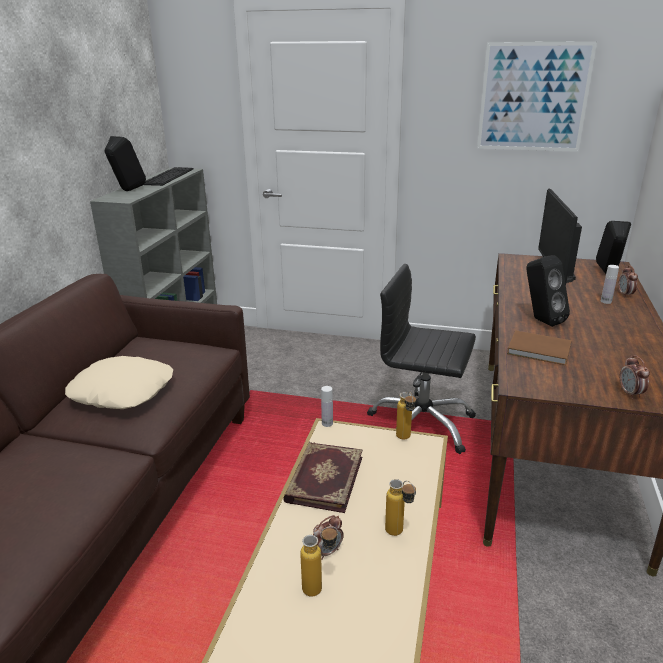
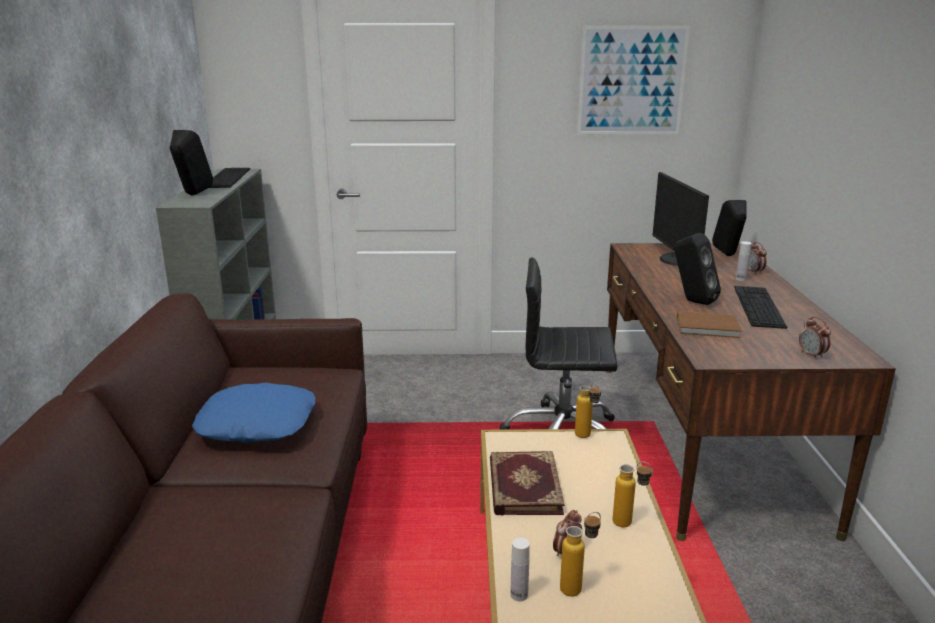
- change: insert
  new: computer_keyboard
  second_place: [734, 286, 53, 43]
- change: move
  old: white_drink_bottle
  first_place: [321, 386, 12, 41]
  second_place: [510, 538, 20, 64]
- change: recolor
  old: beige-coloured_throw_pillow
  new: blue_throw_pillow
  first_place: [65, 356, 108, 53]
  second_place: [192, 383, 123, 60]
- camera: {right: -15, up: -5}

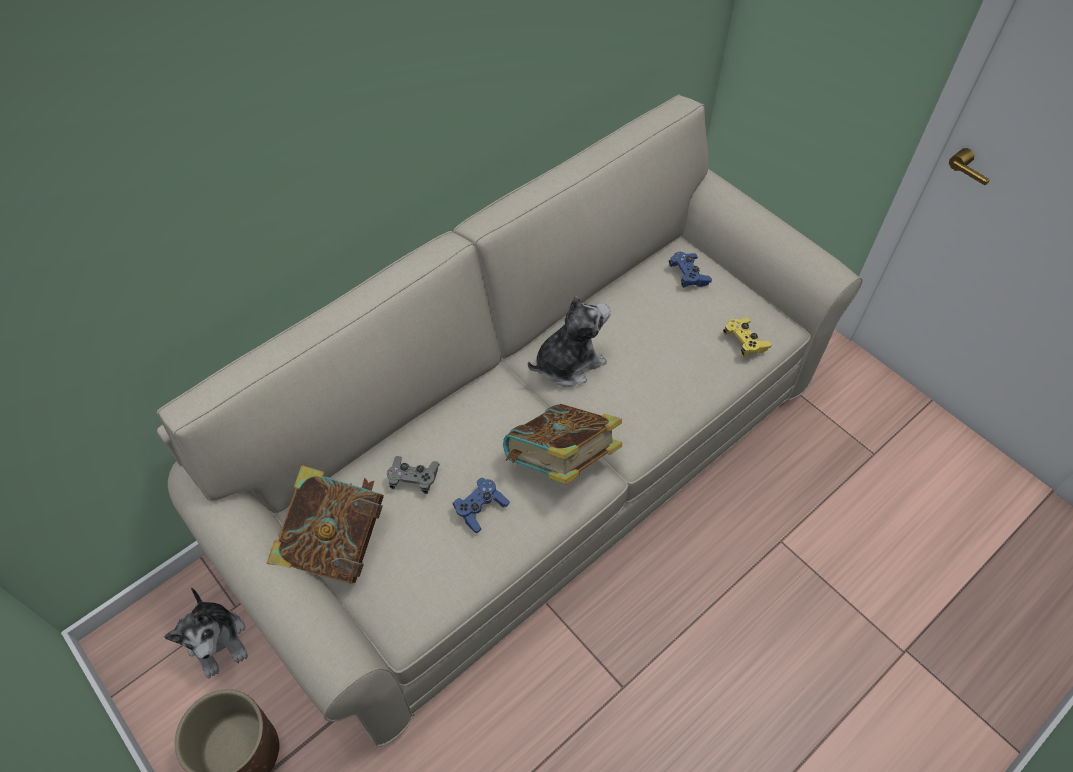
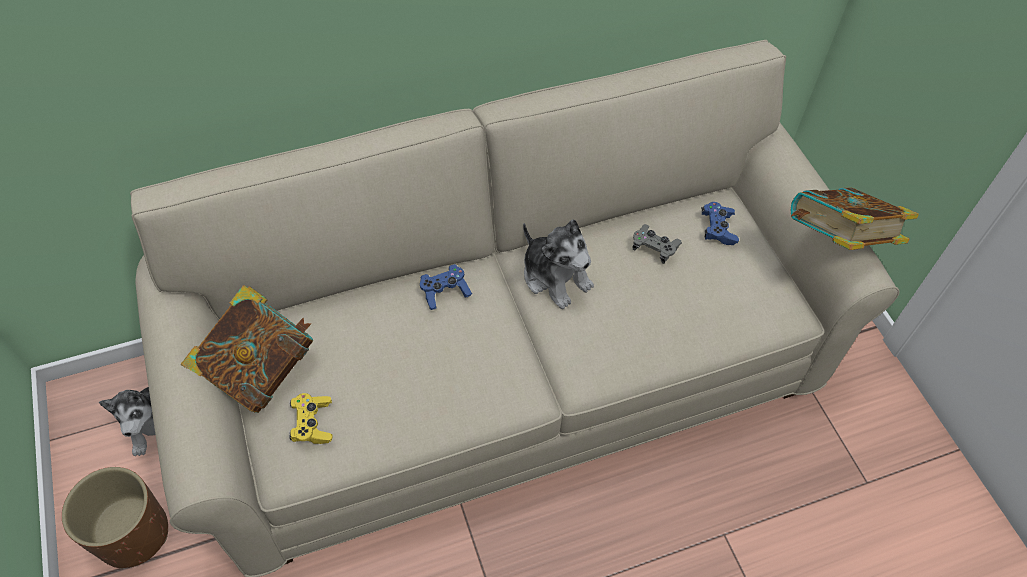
- change: move
  old: grey_gamepad
  first_place: [387, 456, 53, 38]
  second_place: [632, 224, 50, 40]
- change: move
  old: blue_gamepad
  first_place: [453, 478, 57, 55]
  second_place: [420, 264, 52, 46]
- change: move
  old: book
  first_place: [503, 404, 119, 80]
  second_place: [791, 187, 128, 63]
- change: move
  old: yellow-coloured_gamepad
  first_place: [723, 318, 48, 39]
  second_place: [290, 393, 42, 51]
- change: rotate
  old: soft_toy
  first_place: [528, 296, 83, 91]
  second_place: [523, 220, 71, 89]
  degrees: 60
- camera: {right: 20, up: 0}

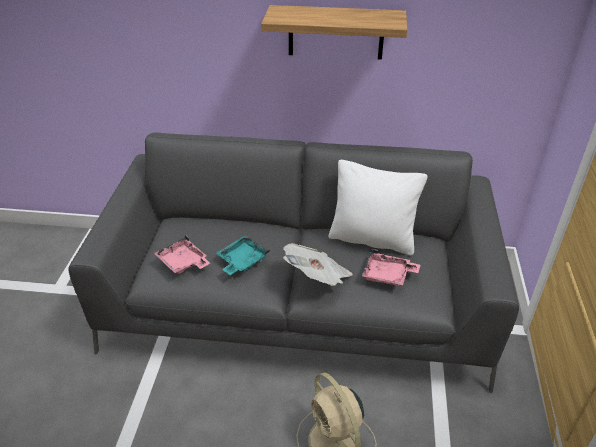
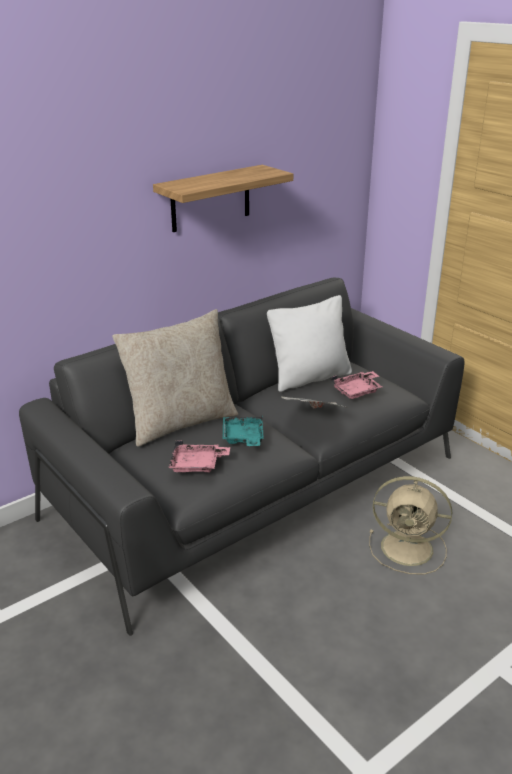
- change: insert
  new: beige-coloured_throw_pillow
  second_place: [112, 309, 126, 138]
- camera: {right: -45, up: -10}

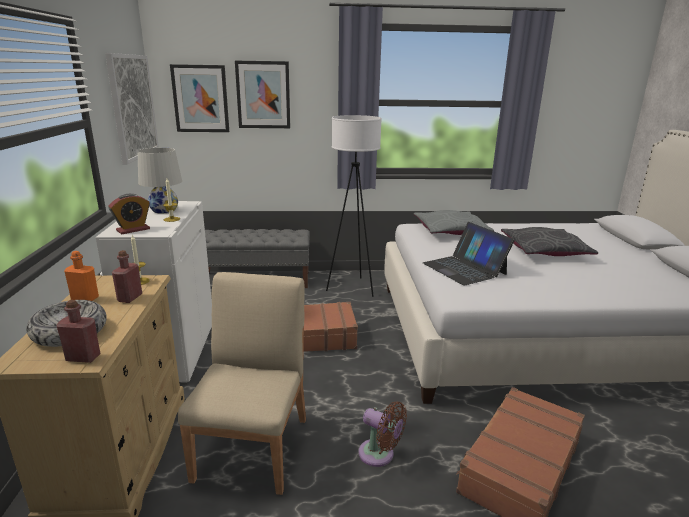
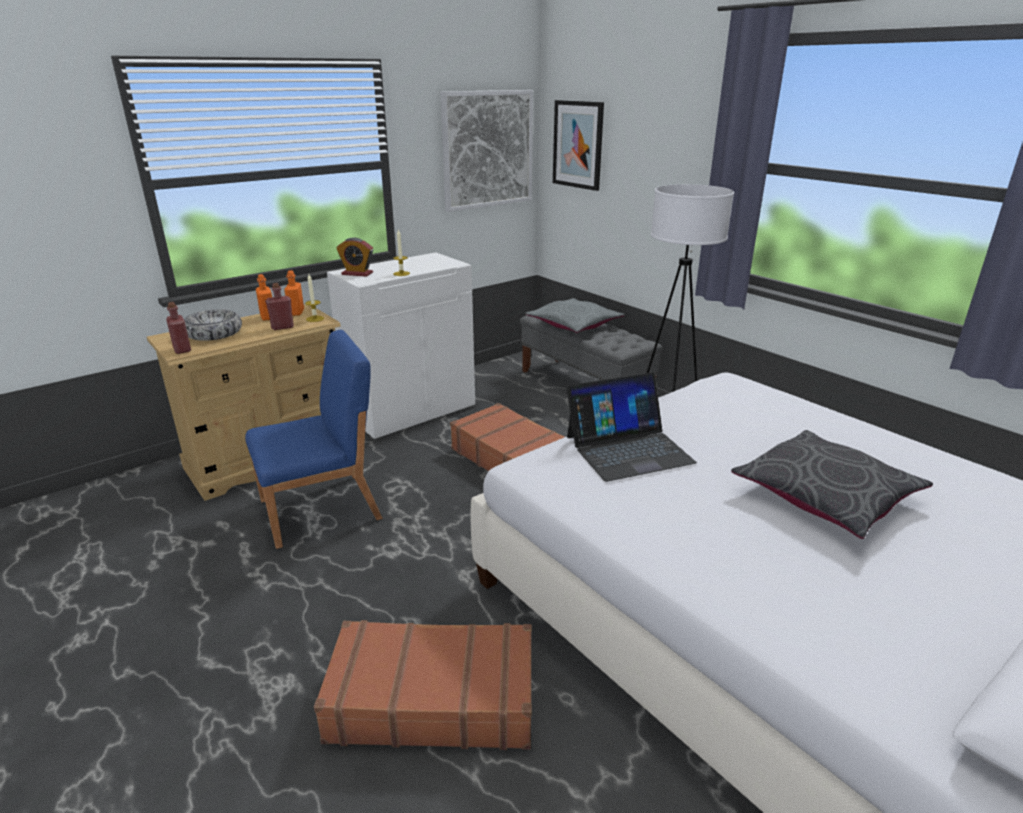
- change: delete
  old: white_table_lamp
  first_place: [138, 148, 44, 66]
- change: delete
  old: picture
  first_place: [235, 61, 55, 67]
- change: delete
  old: brown_fan
  first_place: [358, 401, 49, 66]
- change: insert
  new: orange-coloured_drink_bottle
  second_place: [284, 270, 20, 46]
- change: move
  old: grey_throw_pillow
  first_place: [414, 210, 80, 25]
  second_place: [525, 298, 100, 35]
- change: recolor
  old: beige-coloured_chair
  new: blue_chair
  first_place: [178, 272, 128, 223]
  second_place: [245, 330, 137, 219]
- change: rotate
  old: portable_computer
  first_place: [423, 222, 92, 64]
  second_place: [567, 372, 130, 110]
  degrees: -135
- camera: {right: 55, up: 5}

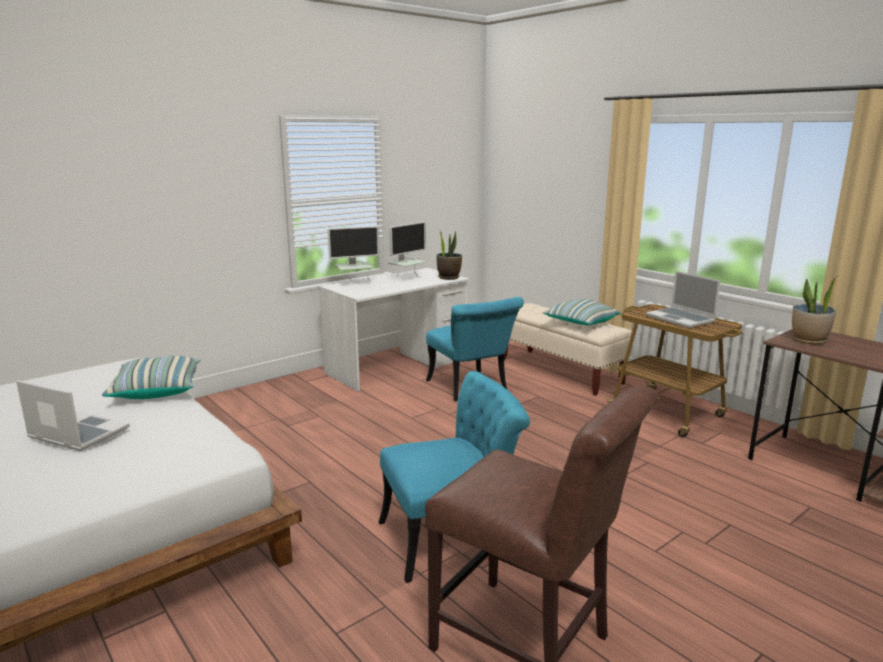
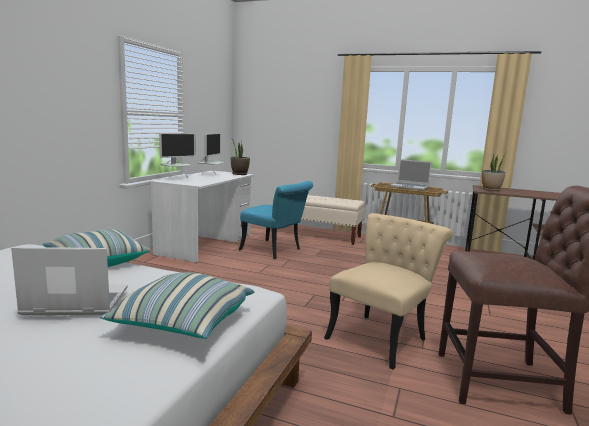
- change: move
  old: throw_pillow
  first_place: [542, 299, 79, 26]
  second_place: [100, 273, 154, 66]
- change: recolor
  old: turquoise_chair
  new: beige-coloured_chair
  first_place: [378, 371, 152, 212]
  second_place: [324, 213, 129, 157]
- camera: {right: -30, up: -5}

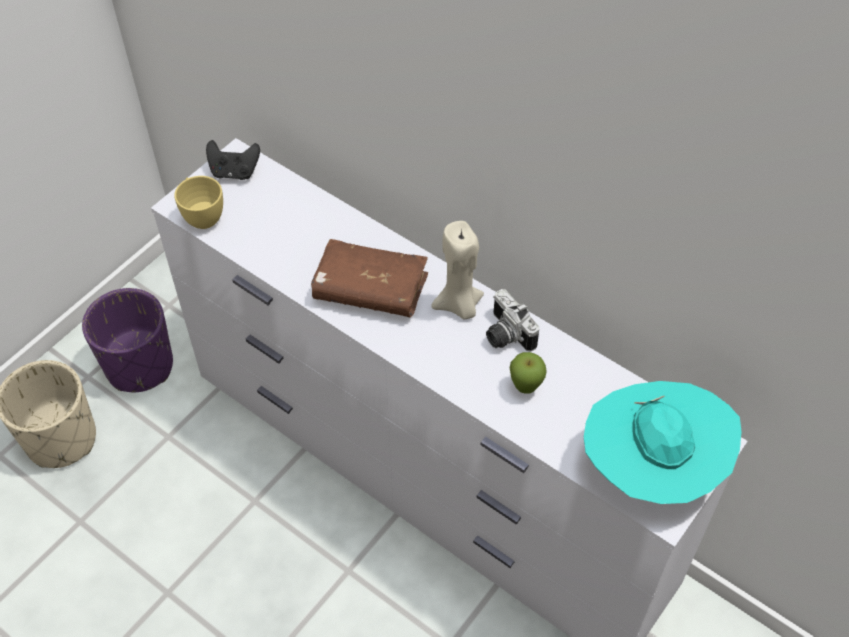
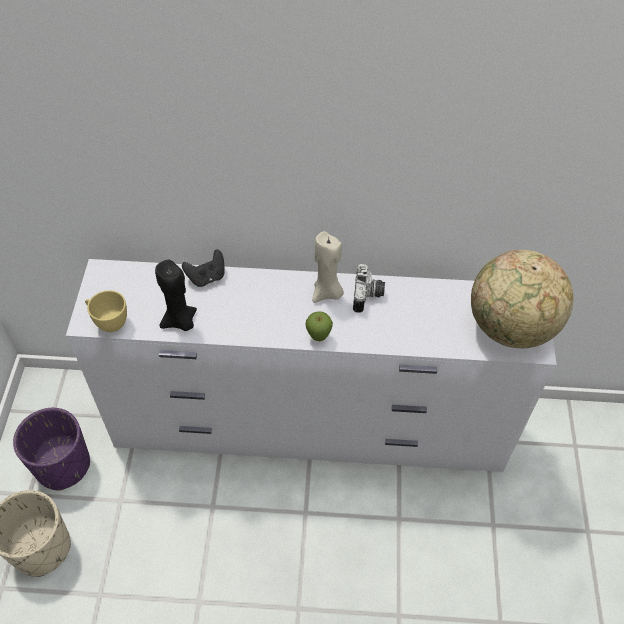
- change: delete
  old: brown_book
  first_place: [311, 239, 117, 78]
- change: insert
  new: black_candle
  second_place: [155, 260, 42, 71]
- change: move
  old: black_gamepad
  first_place: [206, 140, 54, 40]
  second_place: [182, 249, 43, 38]
- change: move
  old: apple_fruit
  first_place: [510, 352, 37, 42]
  second_place: [305, 311, 28, 30]
- change: replace
  old: turquoise_wearable_hat
  new: globe
  first_place: [584, 381, 158, 123]
  second_place: [471, 250, 103, 98]
- change: rotate
  old: still_camera
  first_place: [486, 289, 54, 62]
  second_place: [353, 264, 32, 49]
  degrees: -105
- camera: {right: -35, up: 0}

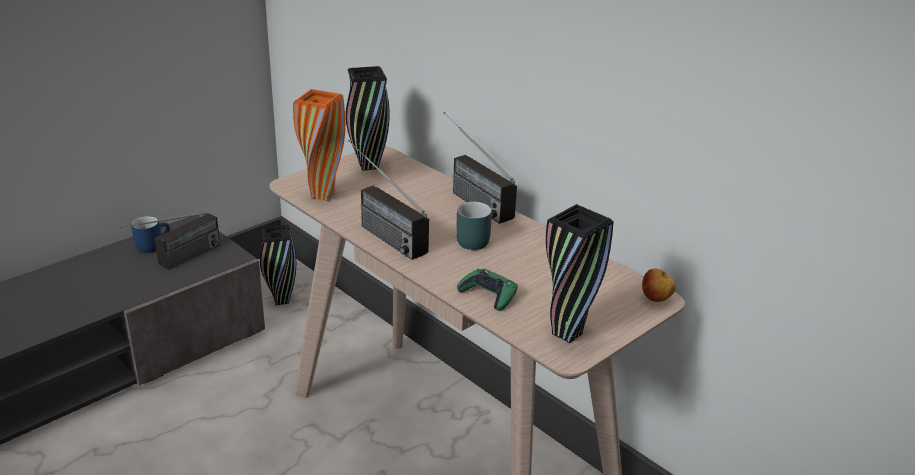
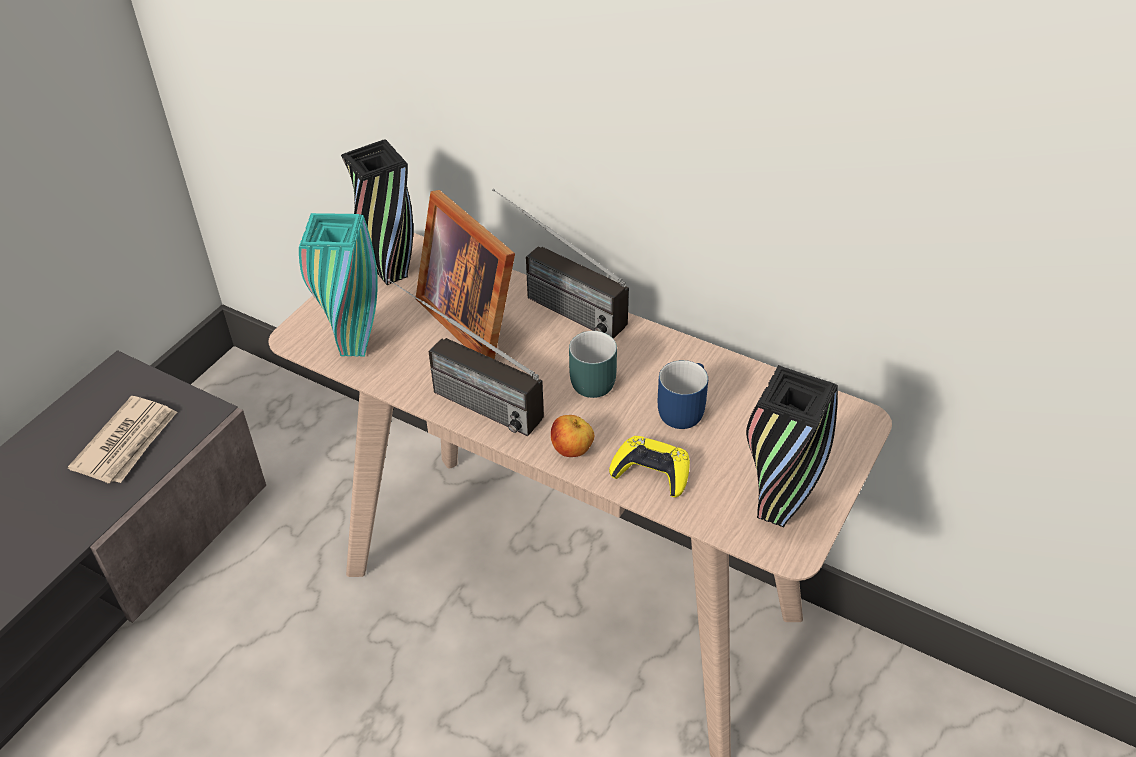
- change: delete
  old: black_decorative_vase
  first_place: [260, 225, 36, 80]
- change: insert
  new: picture_frame
  second_place: [415, 190, 100, 169]
- change: move
  old: blue_tea_mug
  first_place: [131, 216, 39, 37]
  second_place: [658, 360, 50, 69]
- change: move
  old: apple_fruit
  first_place: [642, 268, 34, 34]
  second_place: [551, 415, 43, 42]
- change: replace
  old: radio
  new: newspaper
  first_place: [119, 212, 101, 58]
  second_place: [68, 396, 109, 87]
- change: recolor
  old: orange-coloured_decorative_vase
  new: turquoise_decorative_vase
  first_place: [293, 89, 52, 112]
  second_place: [299, 213, 79, 144]
- change: recolor
  old: green-coloured_gamepad
  new: yellow-coloured_gamepad
  first_place: [457, 269, 61, 42]
  second_place: [609, 436, 81, 61]
- camera: {right: -15, up: 15}

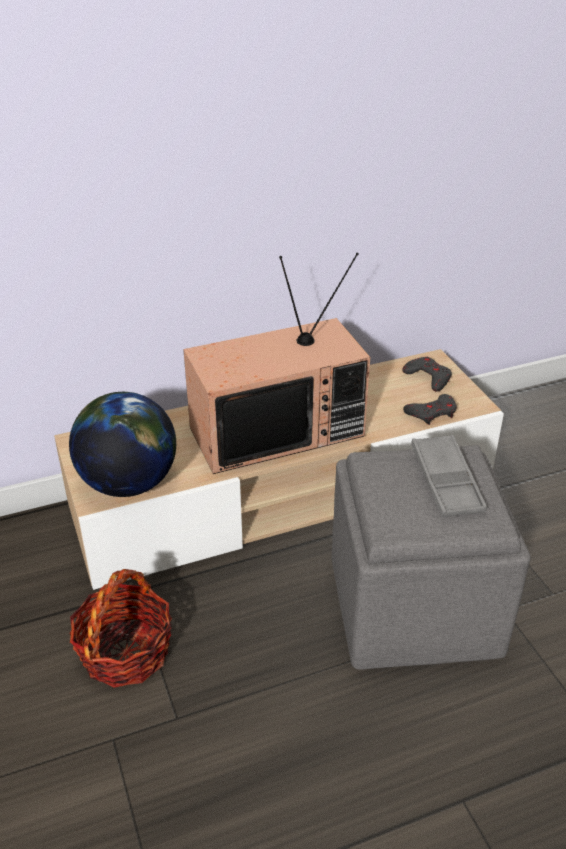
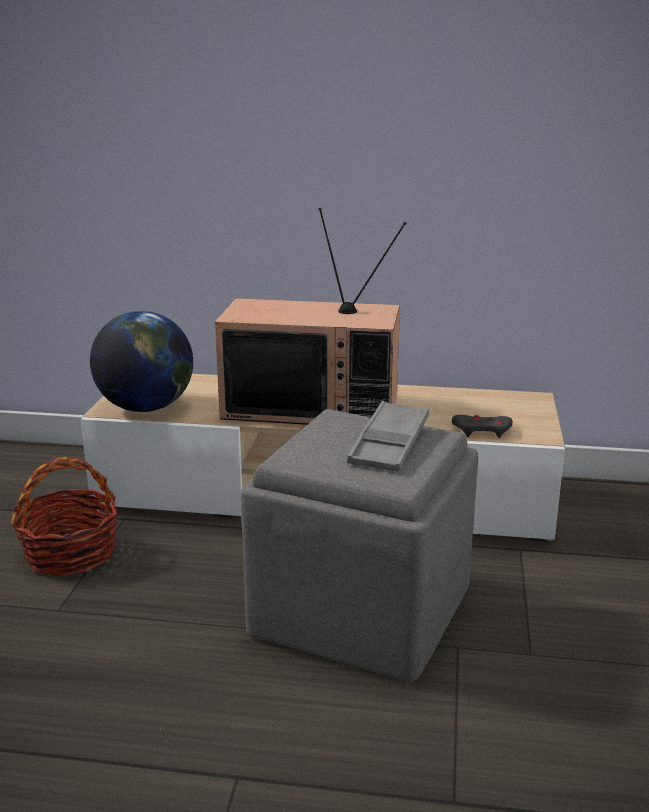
- change: delete
  old: grey_gamepad
  first_place: [402, 357, 50, 35]
- camera: {right: 30, up: -15}

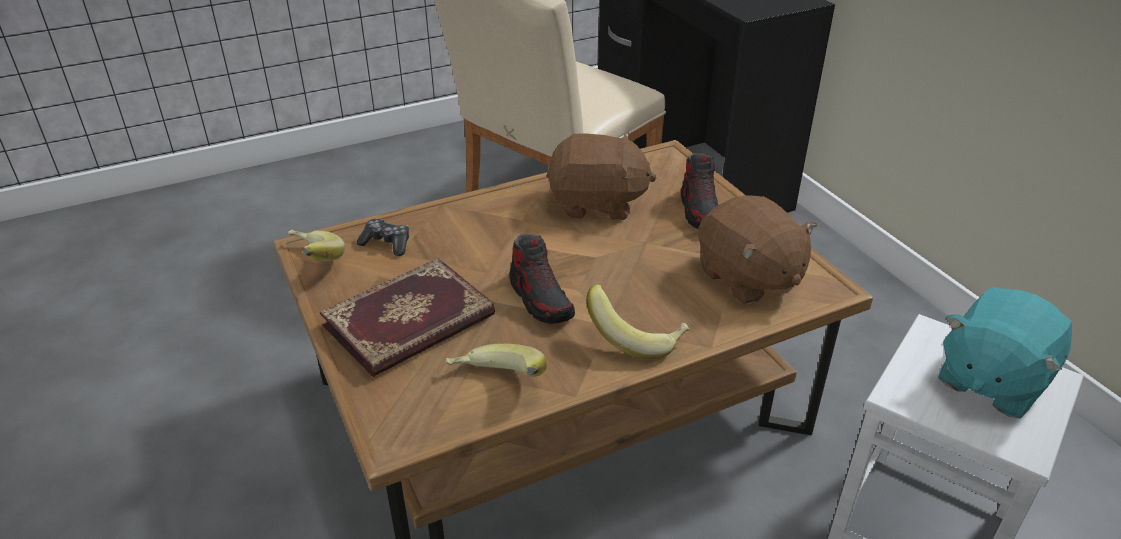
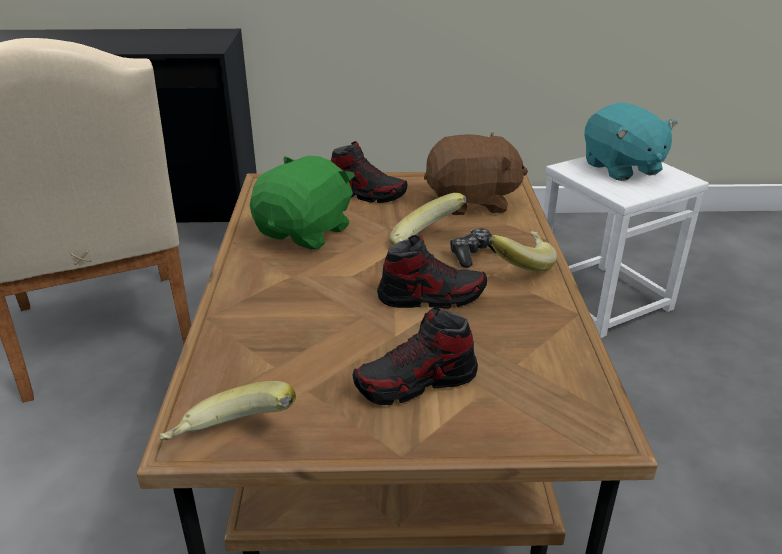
- change: move
  old: gamepad
  first_place: [357, 219, 52, 37]
  second_place: [450, 228, 46, 40]
- change: move
  old: banana
  first_place: [445, 344, 102, 33]
  second_place: [390, 193, 77, 52]
- change: replace
  old: book
  new: low_shoe
  first_place: [320, 258, 175, 119]
  second_place: [352, 307, 126, 98]
- change: recolor
  old: brown_soft_toy
  new: green-coloured_soft_toy
  first_place: [547, 132, 109, 88]
  second_place: [250, 156, 105, 94]
- camera: {right: -65, up: -5}

